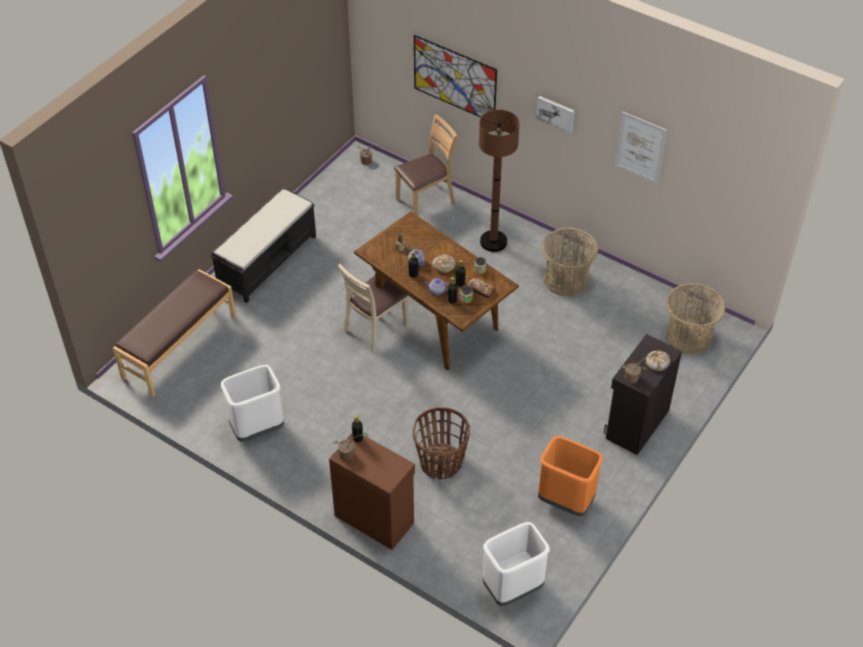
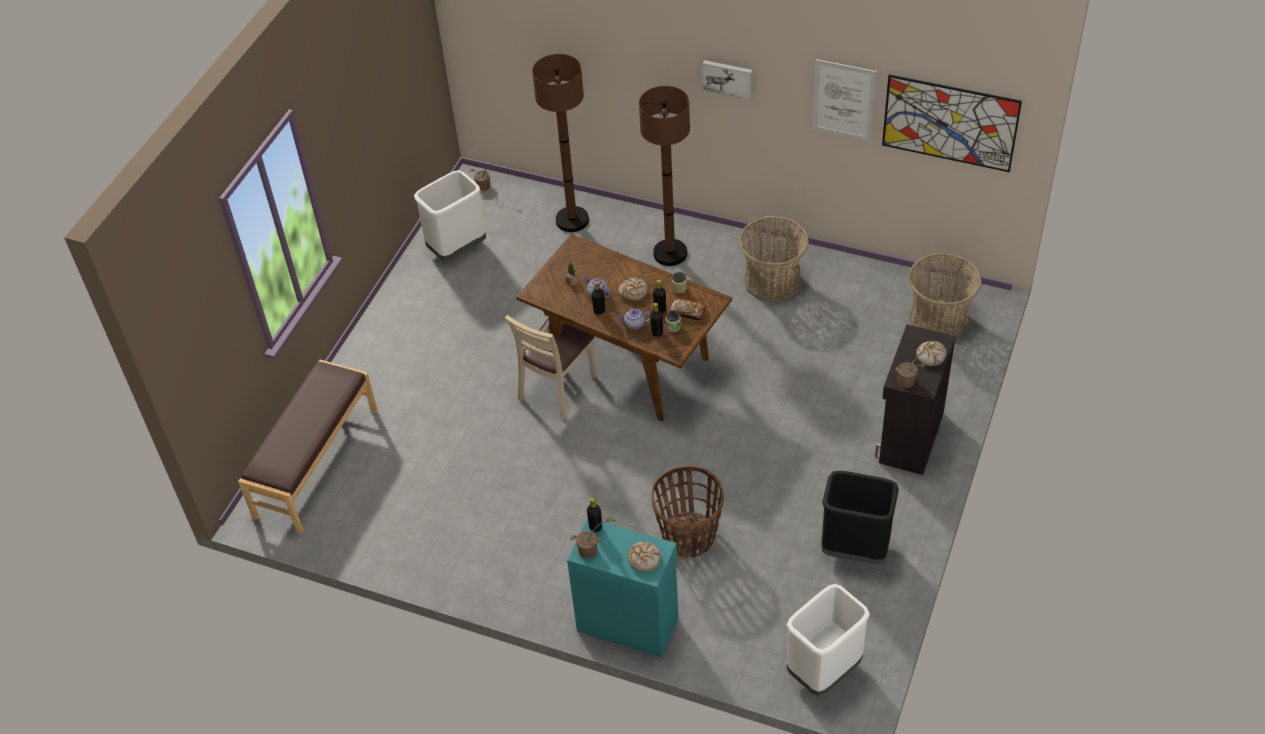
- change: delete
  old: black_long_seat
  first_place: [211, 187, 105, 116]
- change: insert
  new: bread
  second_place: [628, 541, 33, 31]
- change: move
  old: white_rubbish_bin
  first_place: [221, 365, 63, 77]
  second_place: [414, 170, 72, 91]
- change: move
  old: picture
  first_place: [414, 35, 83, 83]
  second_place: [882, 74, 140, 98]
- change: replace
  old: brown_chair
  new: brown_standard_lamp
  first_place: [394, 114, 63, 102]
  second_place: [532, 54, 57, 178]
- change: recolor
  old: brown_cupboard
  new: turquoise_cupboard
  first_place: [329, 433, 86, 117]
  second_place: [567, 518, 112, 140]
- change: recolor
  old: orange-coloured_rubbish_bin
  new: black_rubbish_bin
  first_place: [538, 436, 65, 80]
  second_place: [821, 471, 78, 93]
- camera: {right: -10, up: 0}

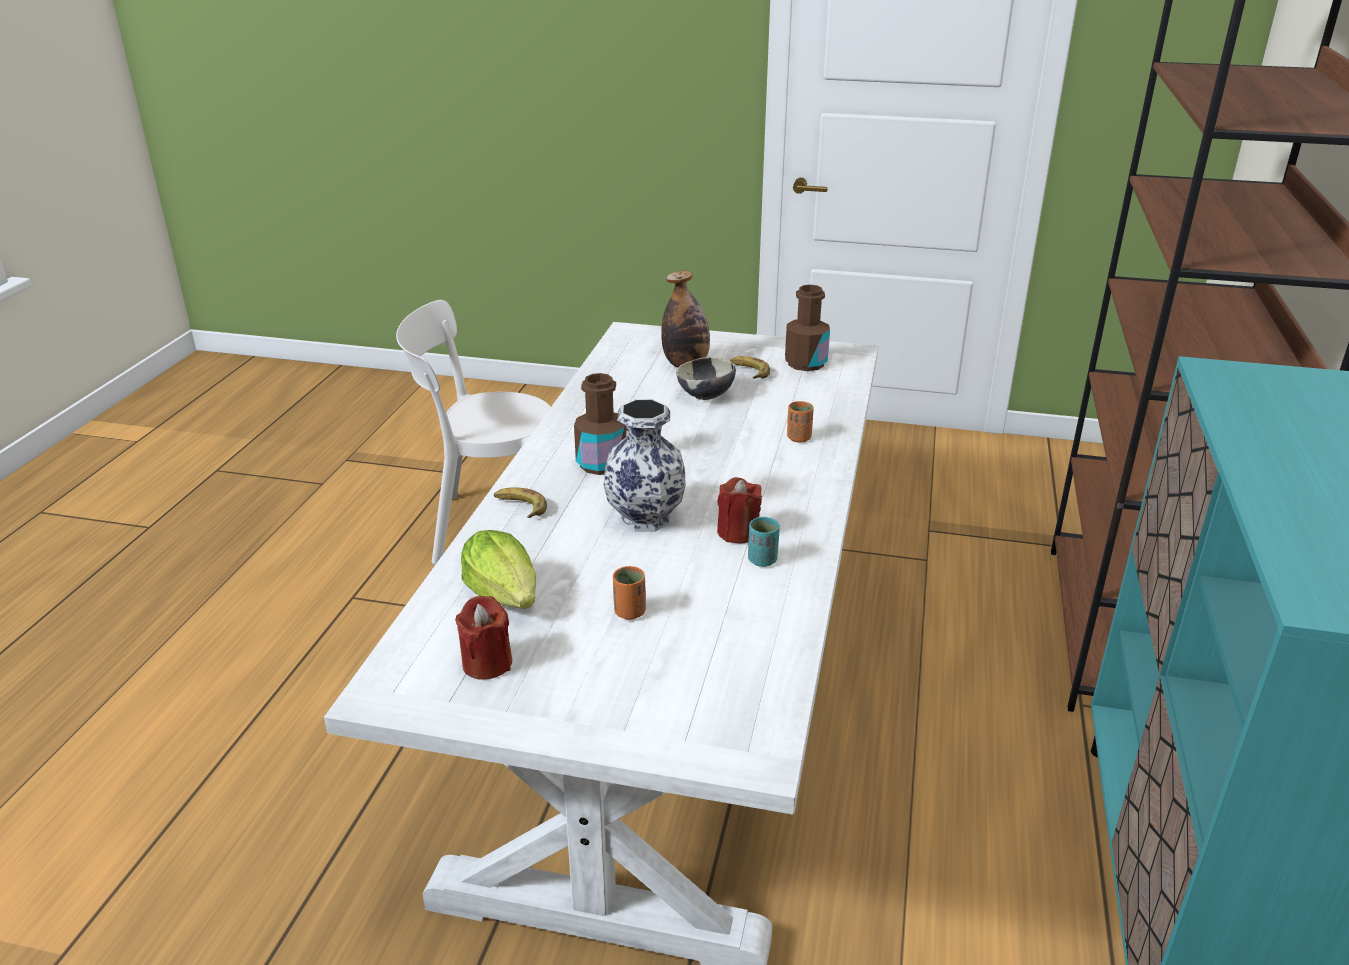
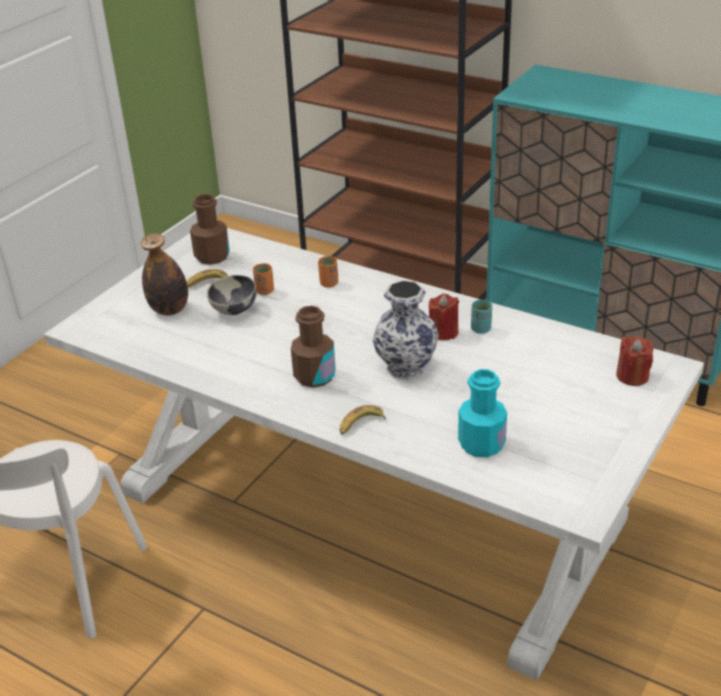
- change: move
  old: red-coloured_candle
  first_place: [455, 596, 57, 83]
  second_place: [616, 336, 37, 50]
- change: move
  old: orange-coloured_cup
  first_place: [613, 566, 33, 54]
  second_place: [253, 263, 21, 32]
- change: replace
  old: lettuce_head
  new: turquoise_drink_bottle
  first_place: [461, 530, 75, 79]
  second_place: [458, 369, 49, 88]
- camera: {right: -70, up: 5}

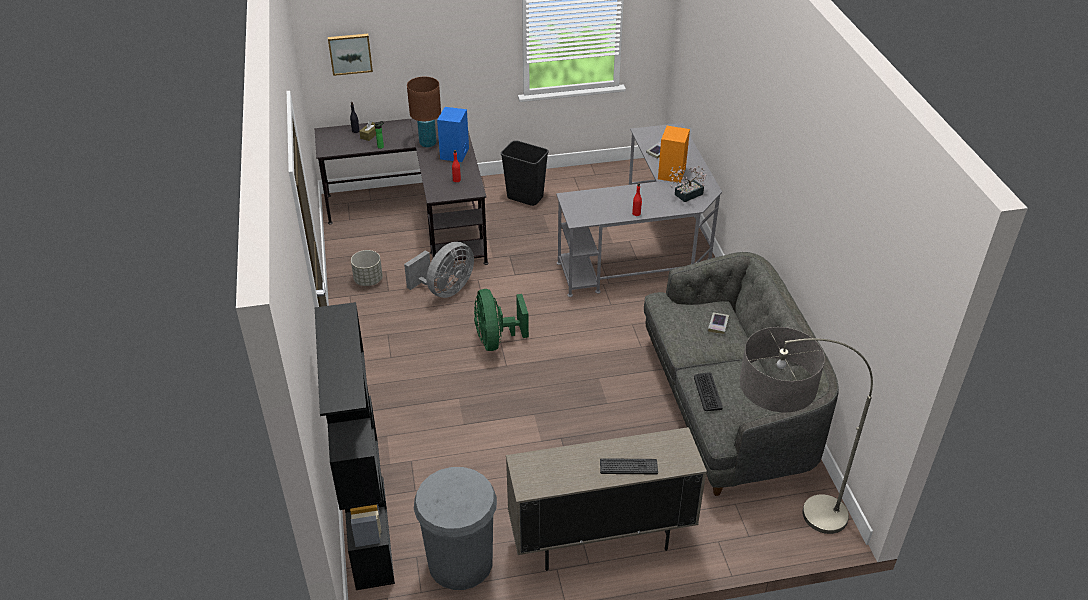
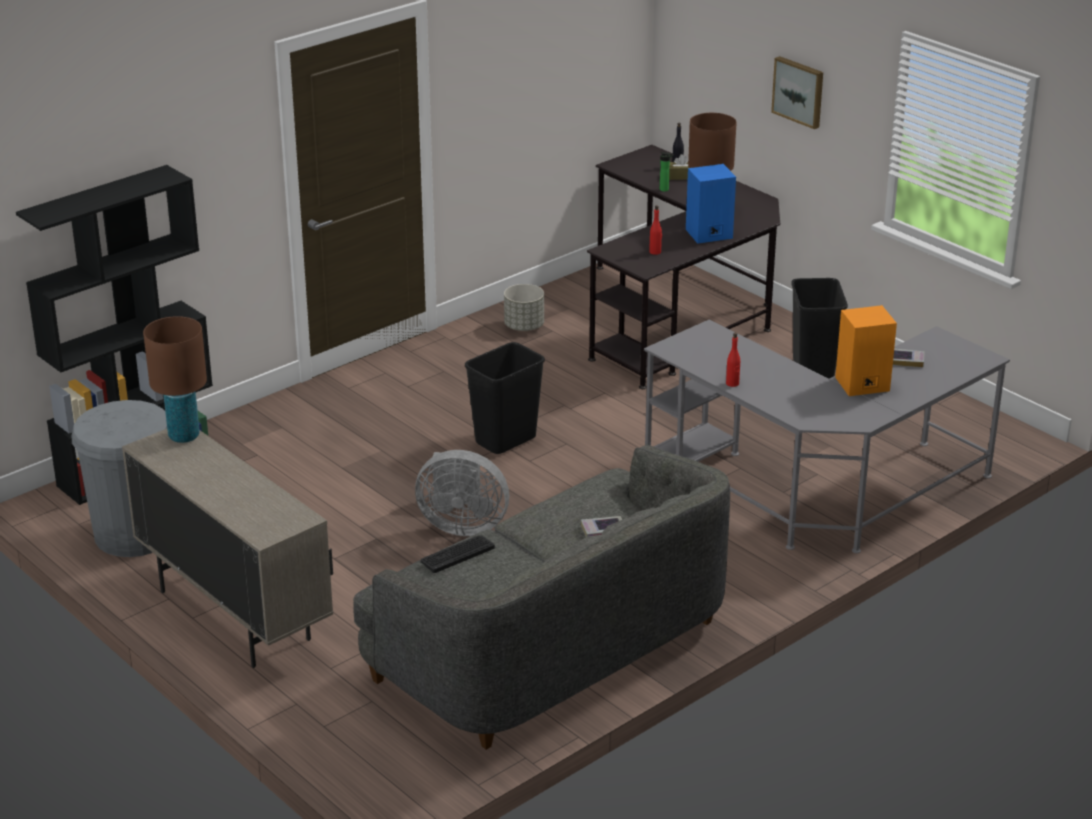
- change: delete
  old: computer_keyboard
  first_place: [600, 458, 58, 16]
- change: delete
  old: houseplant
  first_place: [669, 166, 37, 36]
- change: delete
  old: standard_lamp
  first_place: [739, 327, 134, 207]
- change: insert
  new: brown_table_lamp
  second_place: [143, 316, 64, 127]
- change: move
  old: picture
  first_place: [328, 34, 45, 42]
  second_place: [771, 56, 52, 73]
- change: move
  old: grey_fan
  first_place: [404, 242, 70, 56]
  second_place: [415, 450, 94, 86]
- change: replace
  old: green-coloured_fan
  new: black_rubbish_bin
  first_place: [474, 289, 55, 62]
  second_place: [465, 342, 80, 112]
- camera: {right: 60, up: -10}

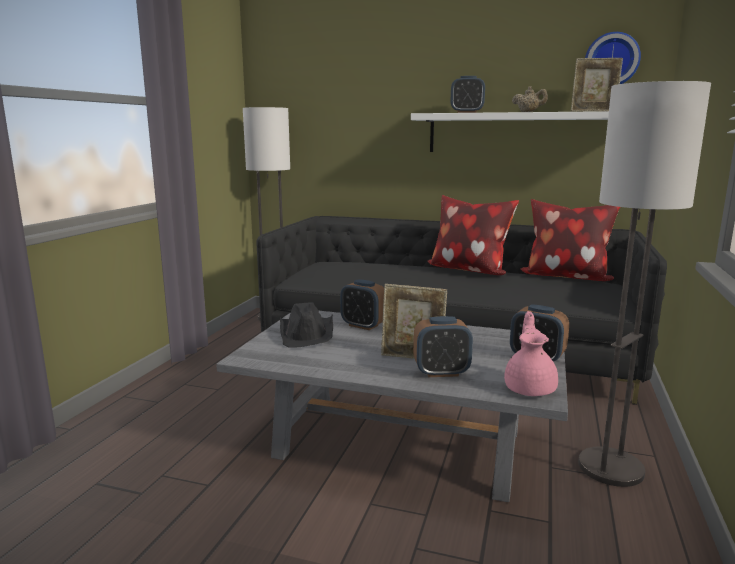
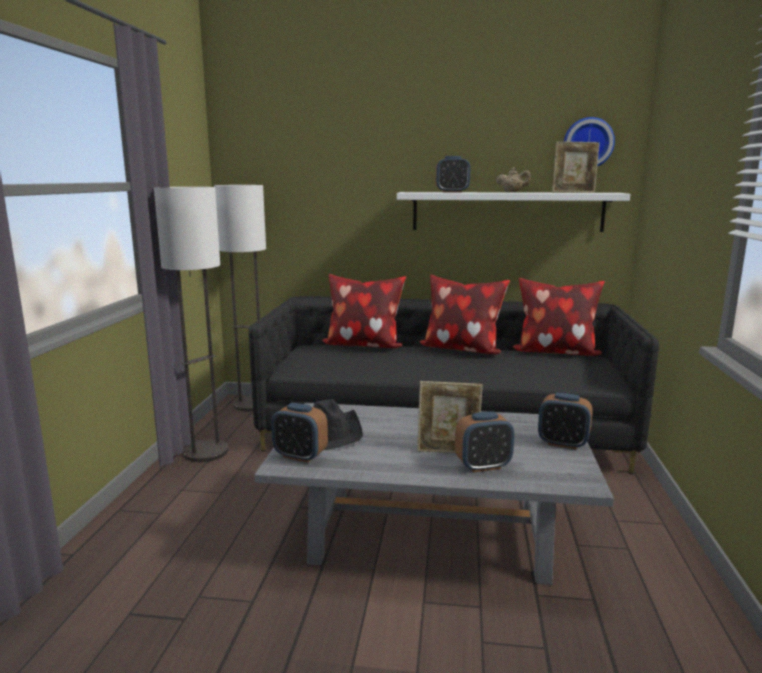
- change: delete
  old: pink_teapot
  first_place: [504, 311, 54, 85]
- change: insert
  new: throw_pillow
  second_place: [322, 274, 84, 74]
- change: move
  old: bedside_clock
  first_place: [340, 279, 44, 51]
  second_place: [271, 403, 57, 60]
- change: move
  old: standard_lamp
  first_place: [578, 81, 133, 406]
  second_place: [154, 187, 75, 275]
- camera: {right: -10, up: 0}

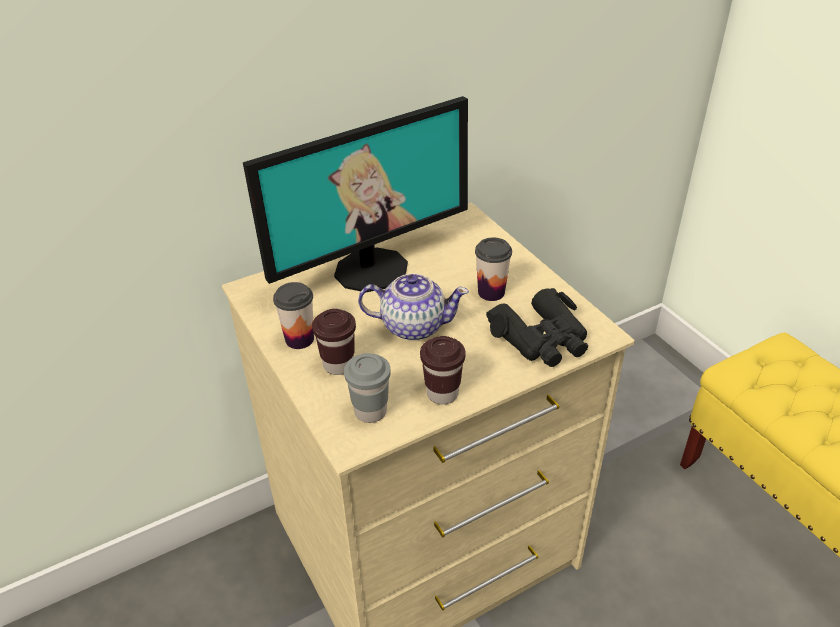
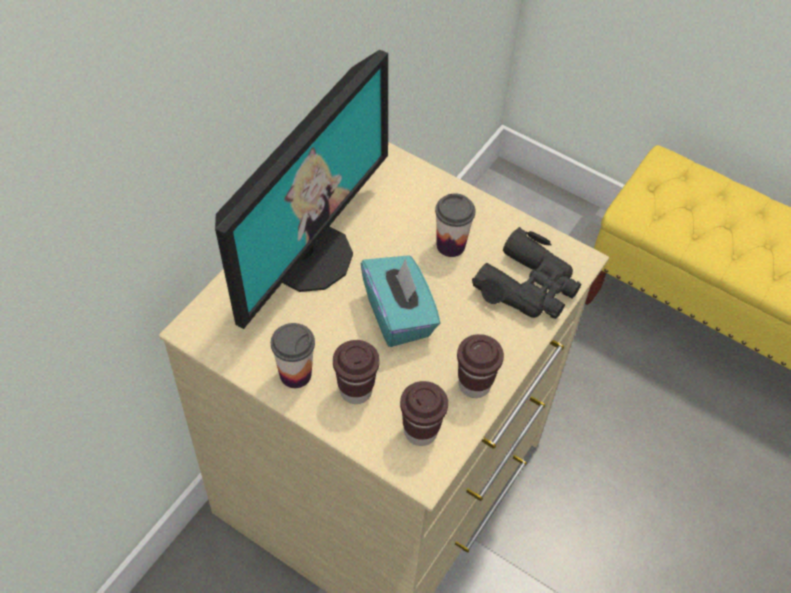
- change: replace
  old: teapot
  new: turquoise_tissue_holder
  first_place: [358, 273, 111, 68]
  second_place: [361, 255, 79, 92]
- change: recolor
  old: grey_cup
  new: brown_cup
  first_place: [344, 353, 47, 70]
  second_place: [400, 381, 48, 65]
- camera: {right: -30, up: 15}

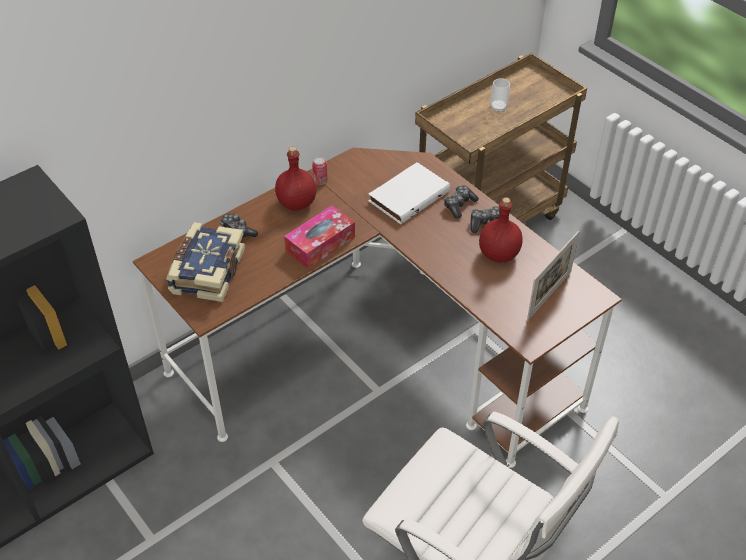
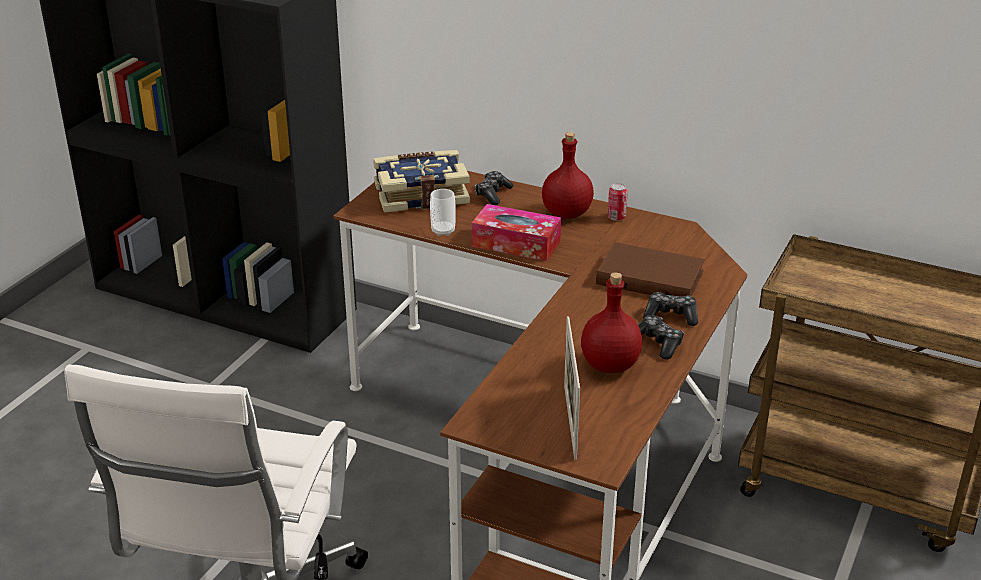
- change: move
  old: cup
  first_place: [491, 78, 19, 34]
  second_place: [430, 189, 26, 47]
- change: recolor
  old: white_book
  new: brown_book
  first_place: [369, 162, 81, 63]
  second_place: [596, 242, 109, 55]
- change: rotate
  old: picture_frame
  first_place: [527, 231, 52, 89]
  second_place: [564, 316, 16, 144]
  degrees: 75
- camera: {right: 65, up: -15}

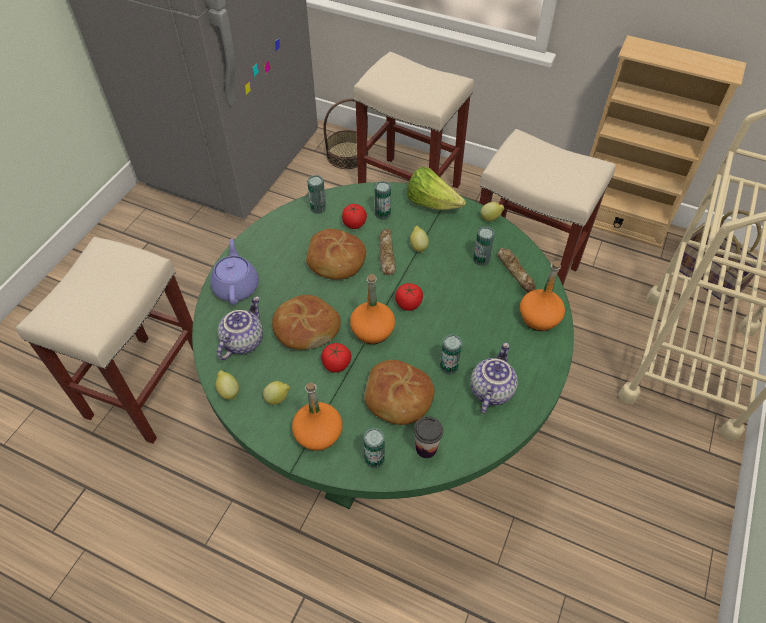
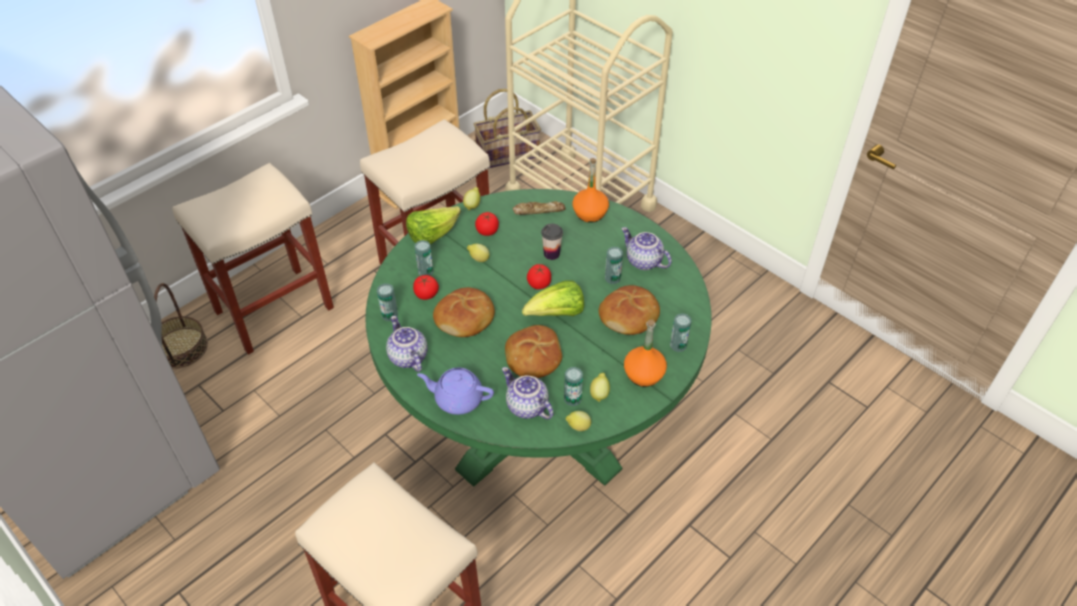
- change: delete
  old: bread
  first_place: [380, 229, 16, 46]
- change: insert
  new: teapot
  second_place: [386, 316, 42, 56]
- change: move
  old: whole_tomato
  first_place: [321, 343, 30, 29]
  second_place: [475, 212, 24, 24]
- change: move
  old: cup
  first_place: [414, 416, 29, 42]
  second_place: [541, 223, 22, 37]
- change: move
  old: sealed_can
  first_place: [473, 226, 22, 40]
  second_place: [564, 367, 19, 39]
- change: replace
  old: orange-coloured_drink_bottle
  new: lettuce_head
  first_place: [350, 274, 45, 70]
  second_place: [522, 280, 62, 36]
- camera: {right: -70, up: -5}

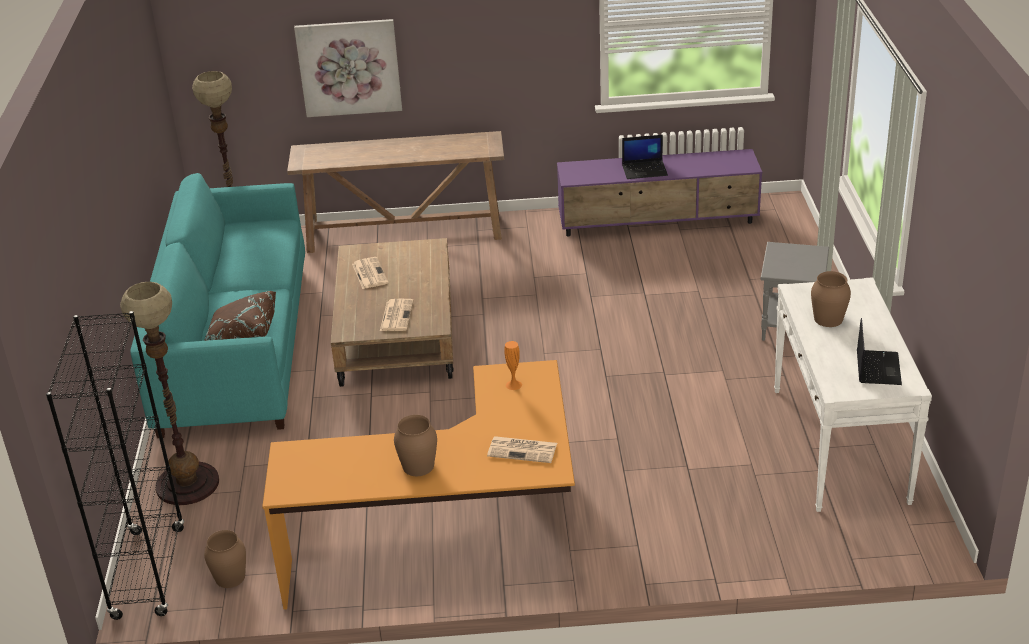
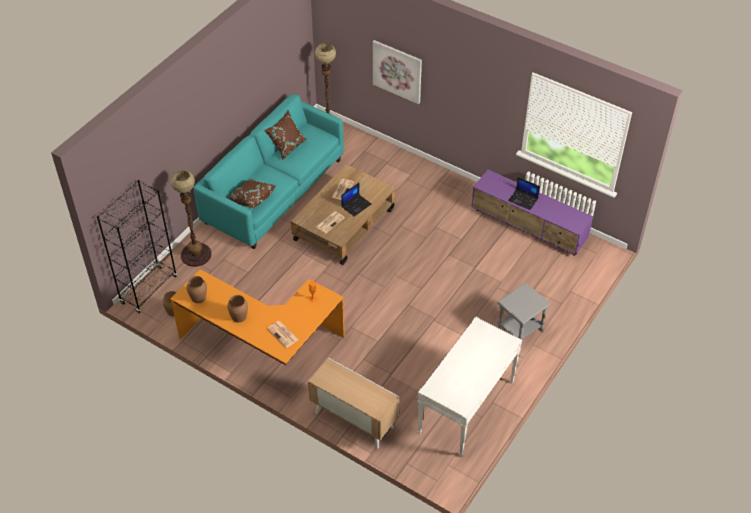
- change: delete
  old: brown_narrow_table
  first_place: [287, 131, 217, 122]
- change: insert
  new: brown_throw_pillow
  second_place: [264, 110, 42, 50]
- change: insert
  new: cupboard
  second_place: [308, 358, 92, 91]
- change: move
  old: brown_decorative_vase
  first_place: [811, 271, 40, 56]
  second_place: [186, 276, 21, 27]
- change: move
  old: portable_computer
  first_place: [857, 318, 45, 67]
  second_place: [341, 183, 30, 34]
- camera: {right: 35, up: 15}

